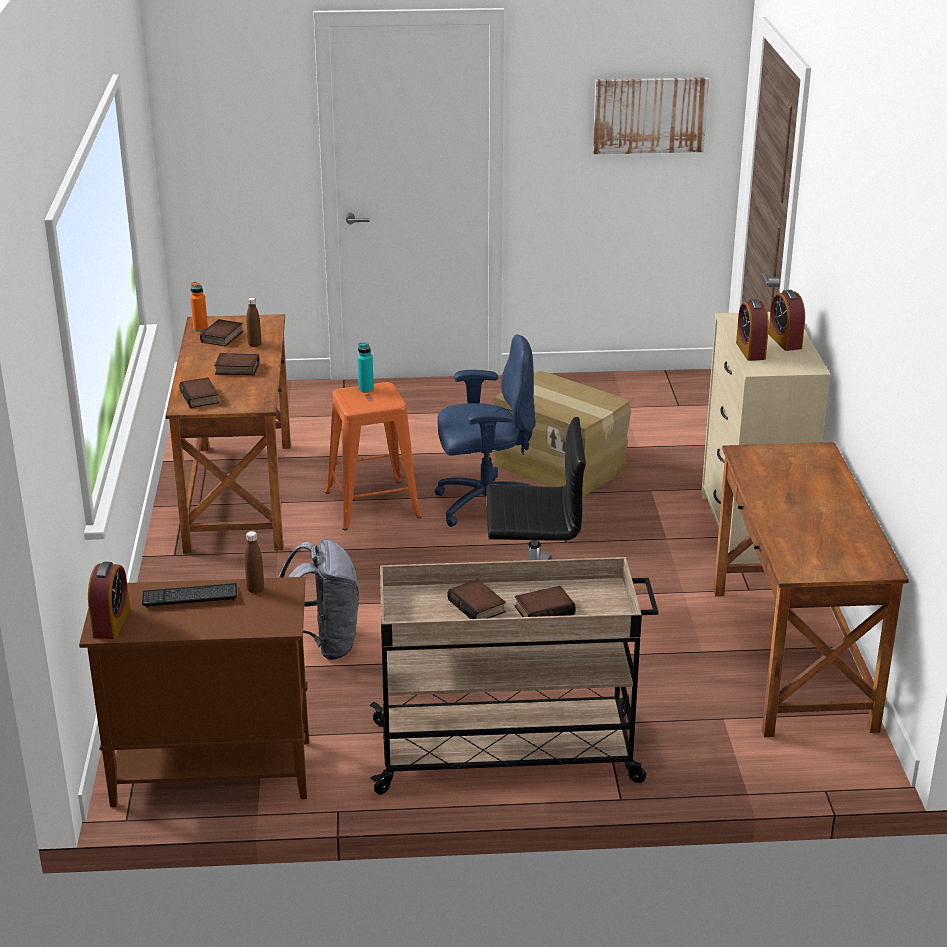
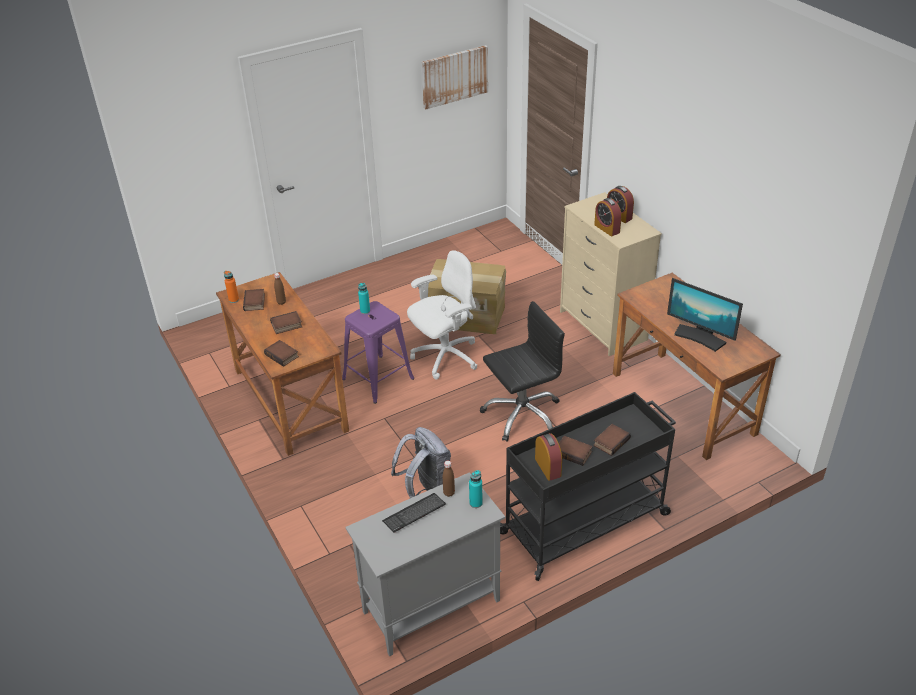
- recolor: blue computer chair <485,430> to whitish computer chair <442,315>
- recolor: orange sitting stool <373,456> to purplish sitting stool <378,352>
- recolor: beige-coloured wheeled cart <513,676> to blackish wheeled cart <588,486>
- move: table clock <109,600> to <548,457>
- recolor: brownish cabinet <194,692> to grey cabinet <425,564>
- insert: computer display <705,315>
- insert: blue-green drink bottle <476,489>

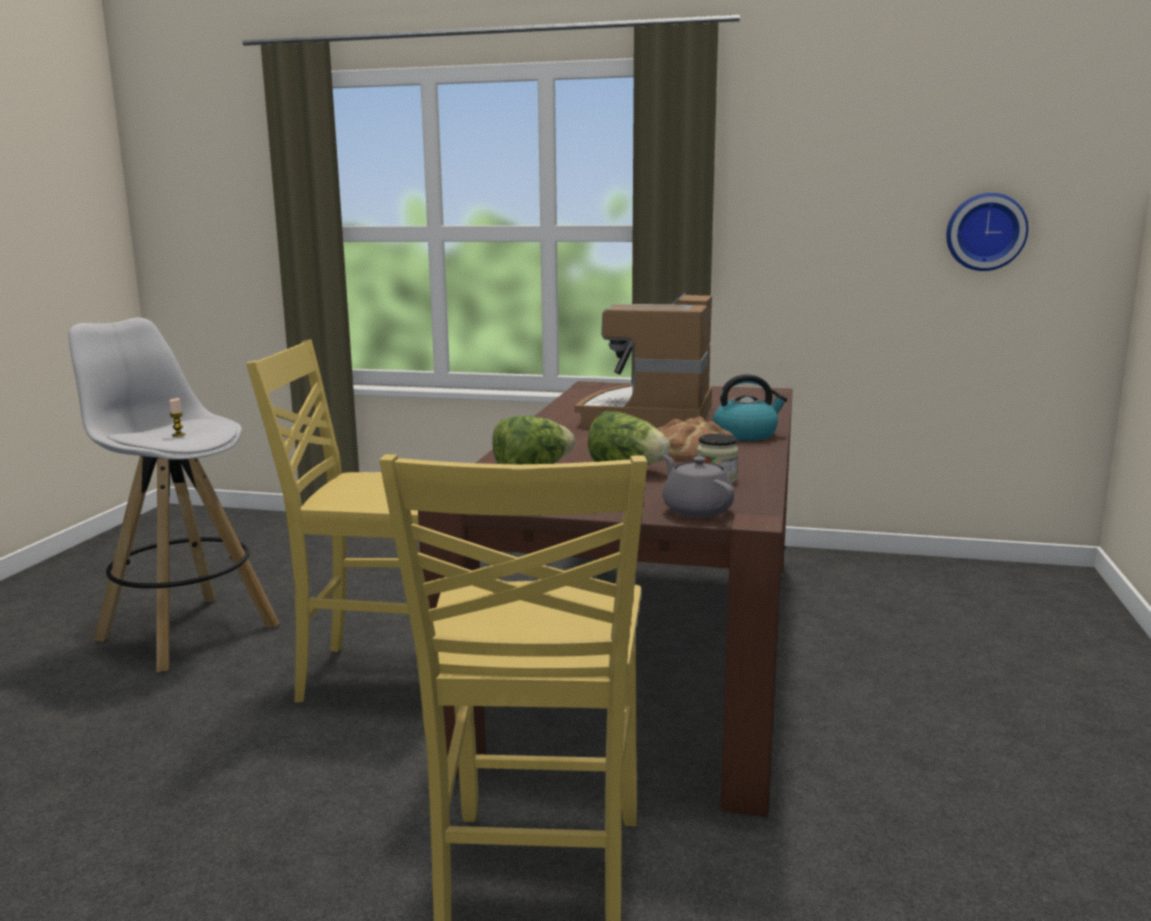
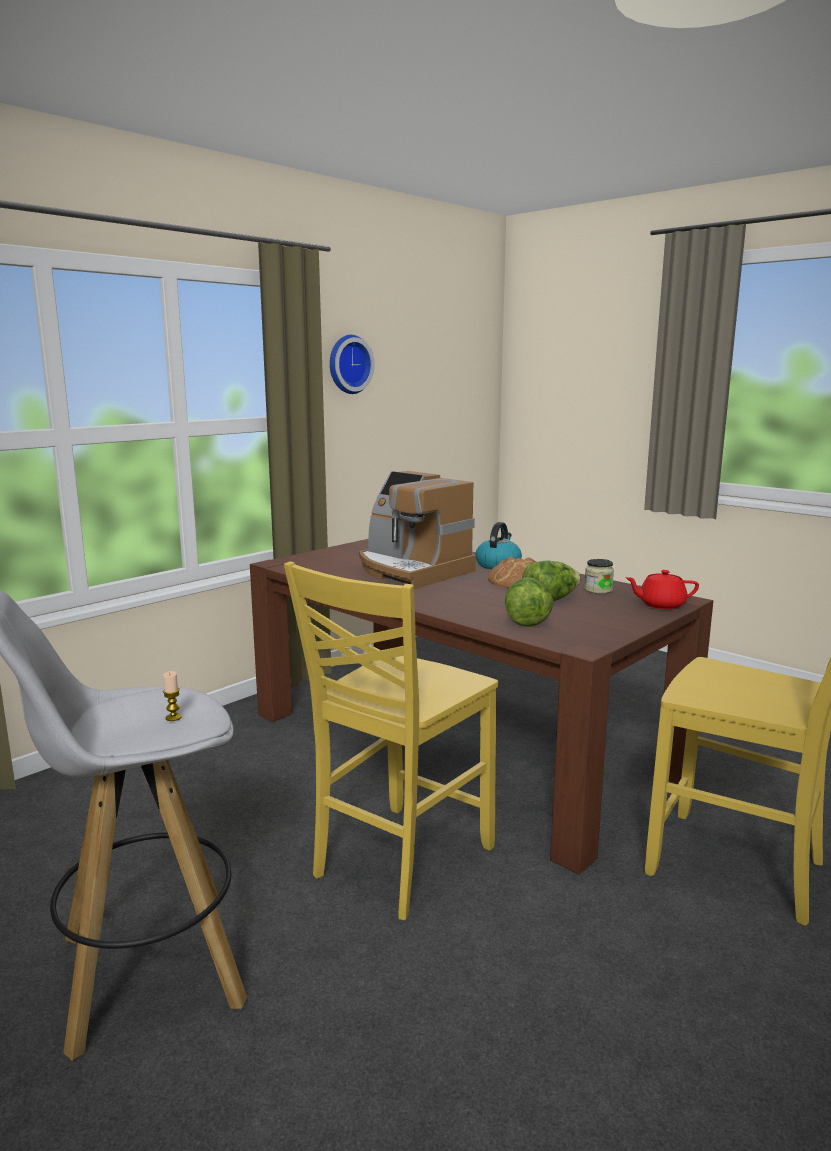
- move: hanging clock <987,232> to <352,364>
- recolor: grey tea pot <698,486> to red-coloured tea pot <662,589>

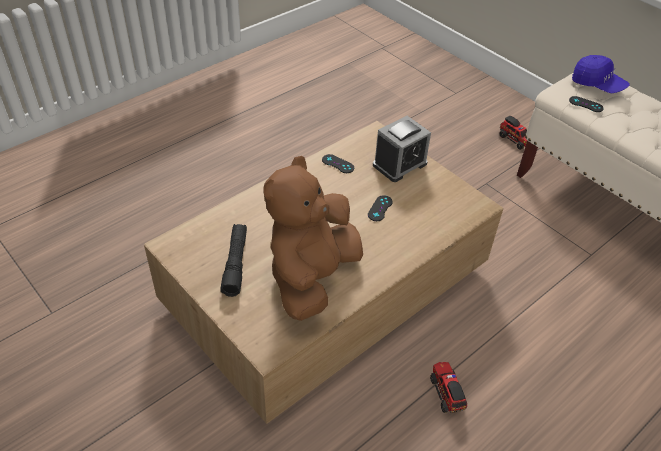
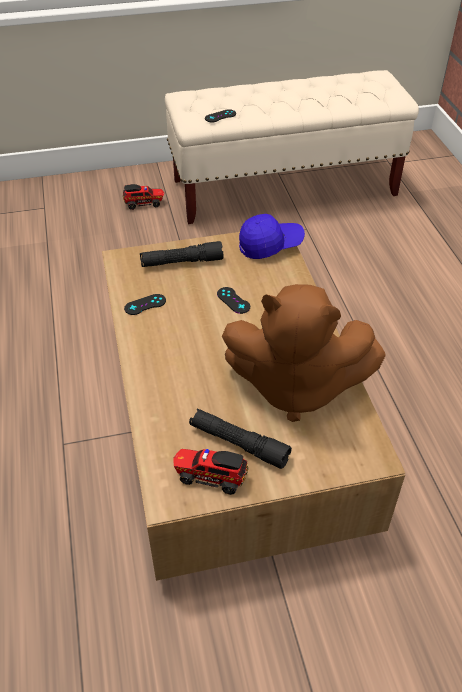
- move: blue cap <601,74> to <272,236>
- replace: table clock <402,149> to blackish torch <181,254>
- rotate: brownish cuddly toy <313,238> = <304,353> 45 degrees counterclockwise
- move: toy lorry <448,387> to <210,472>

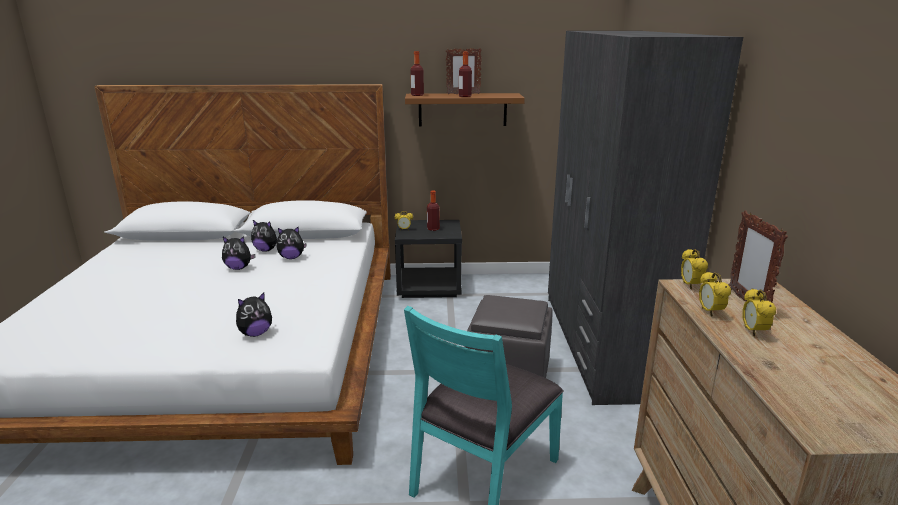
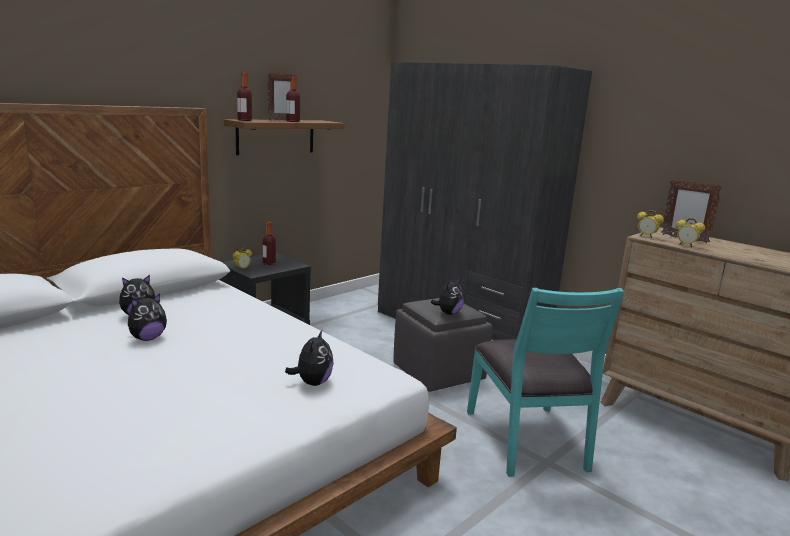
- move: cuddly toy <292,243> to <447,296>
- delete: table clock <759,312>

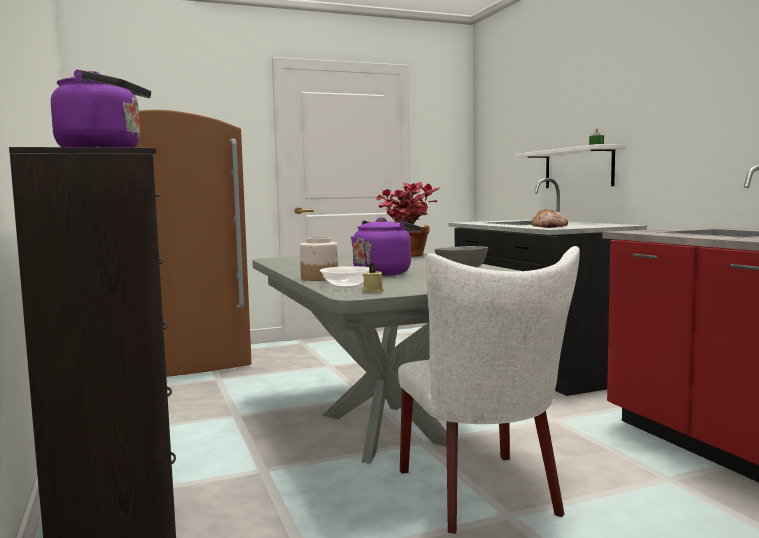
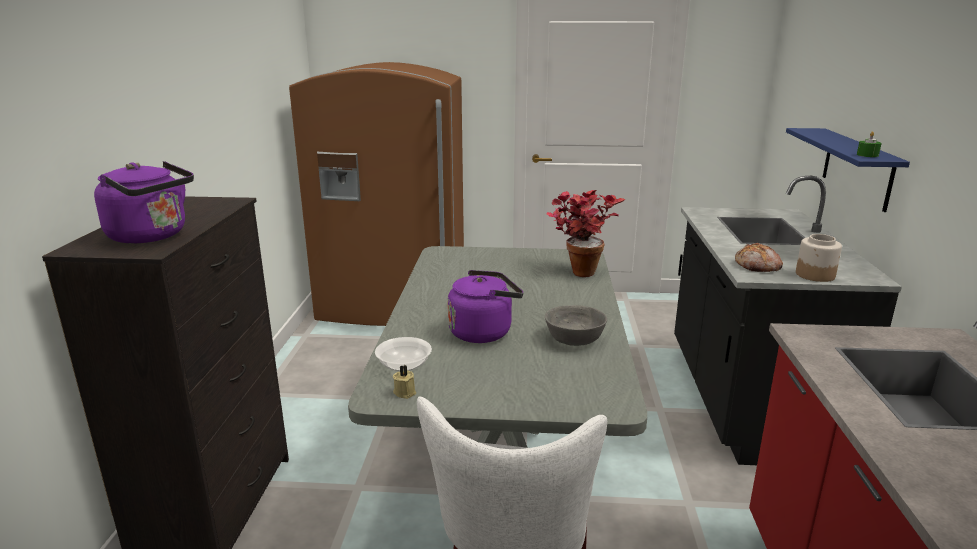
- recolor: whitish shelf <570,166> to blue shelf <848,170>
- move: preserve jar <319,259> to <819,258>

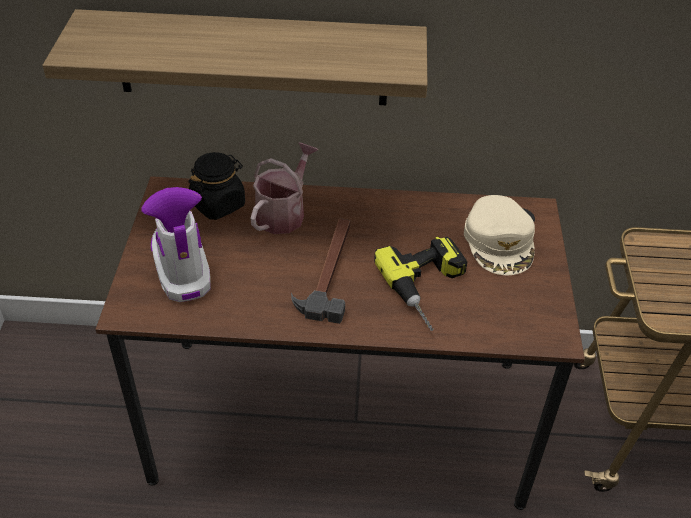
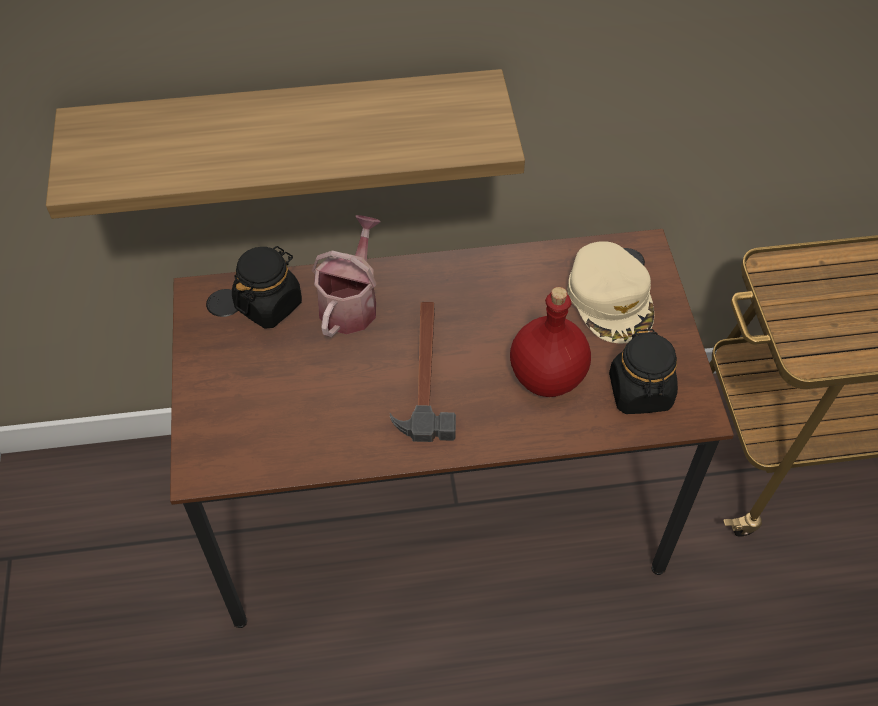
- delete: boot <176,244>
- replace: electric drill <421,284> to red-coloured drink bottle <550,342>
- insert: blackish preserve jar <643,371>

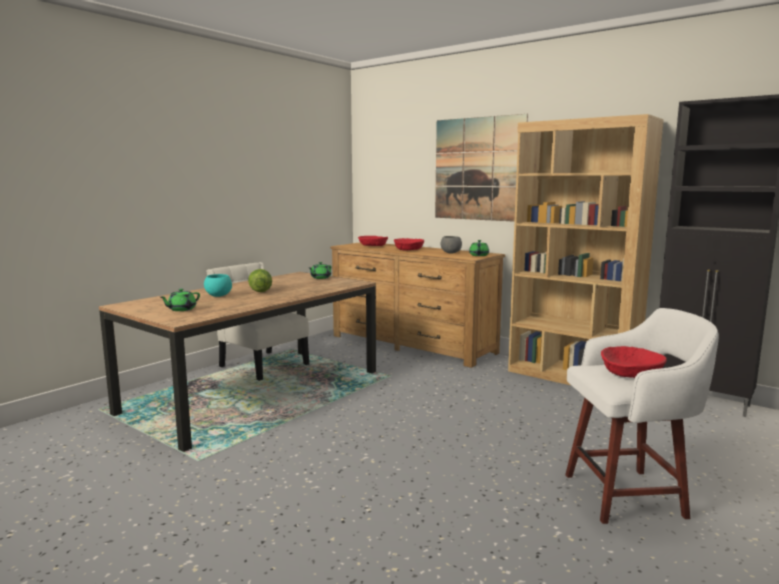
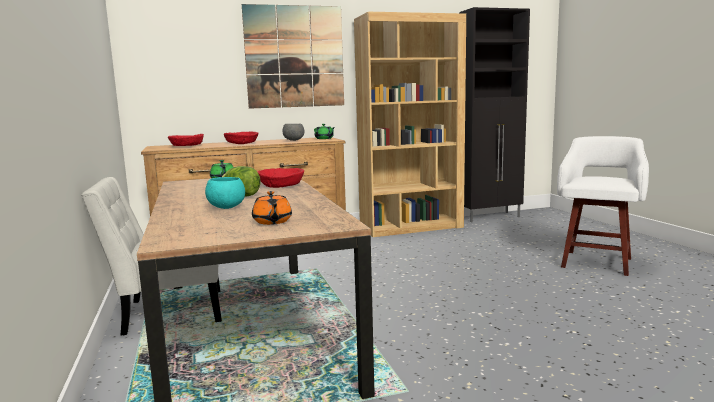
- recolor: green-coloured tea pot <180,300> to orange tea pot <272,208>
- move: red-coloured bowl <634,362> to <281,178>

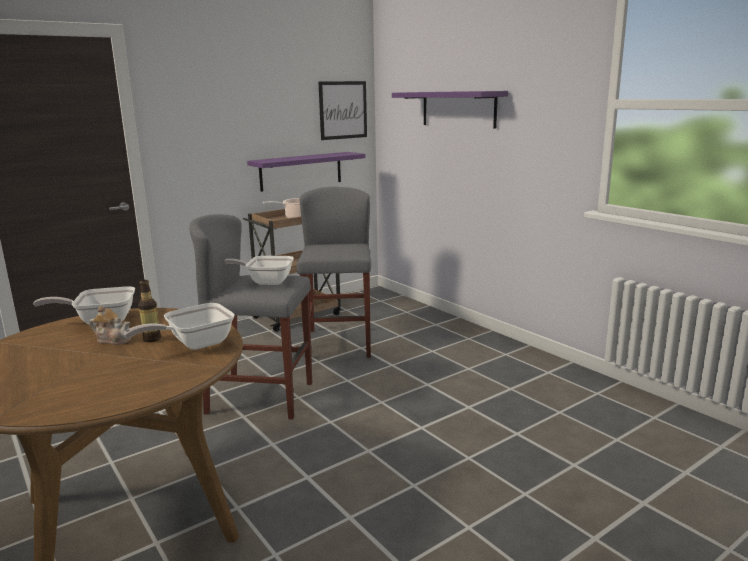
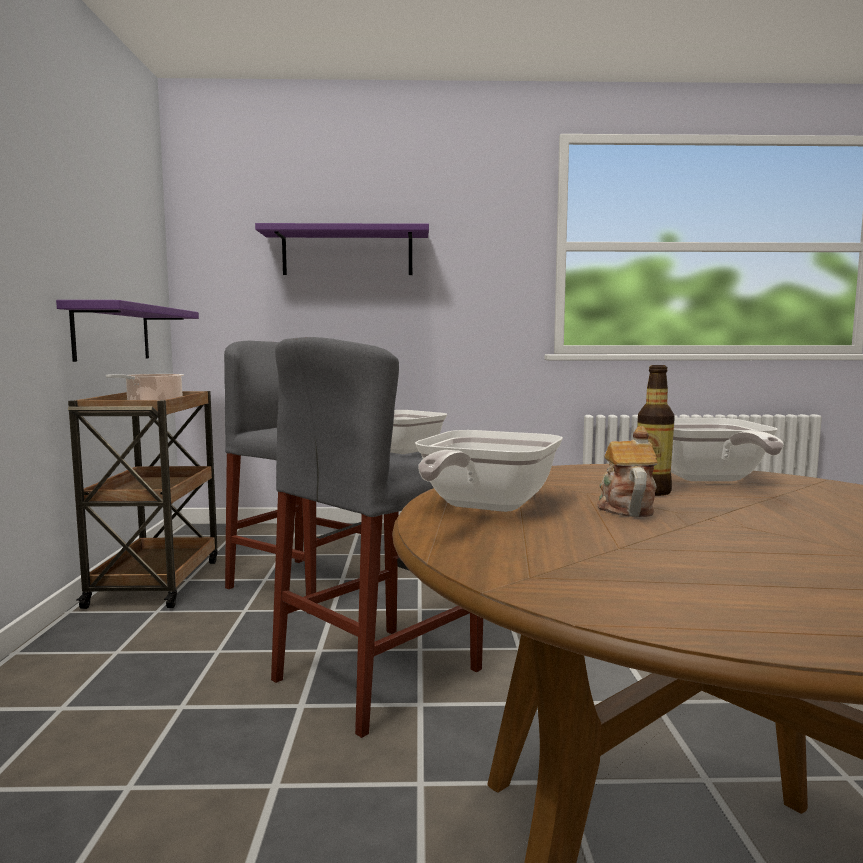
- delete: wall art <342,110>
- rotate: tea pot <110,325> = <627,471> 45 degrees counterclockwise

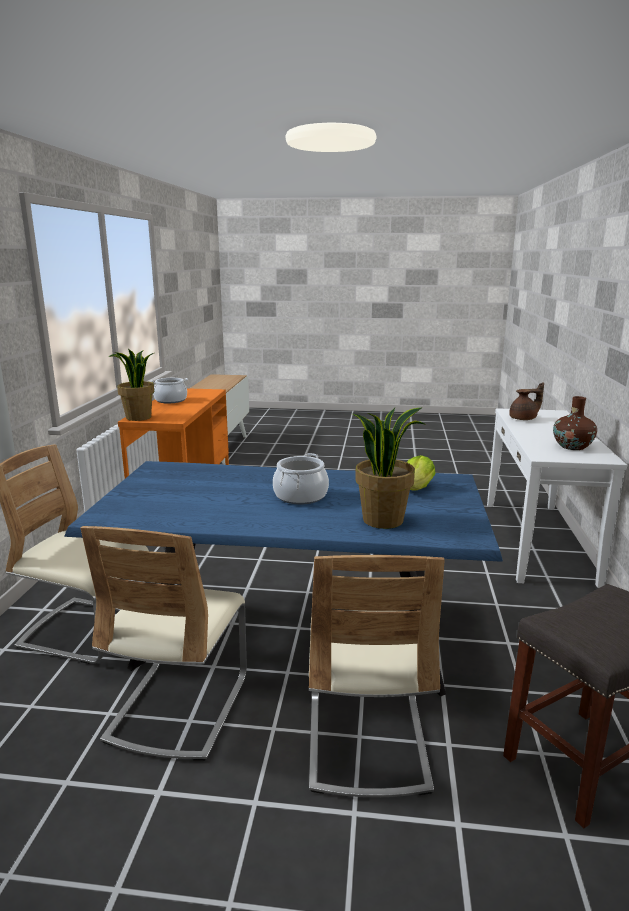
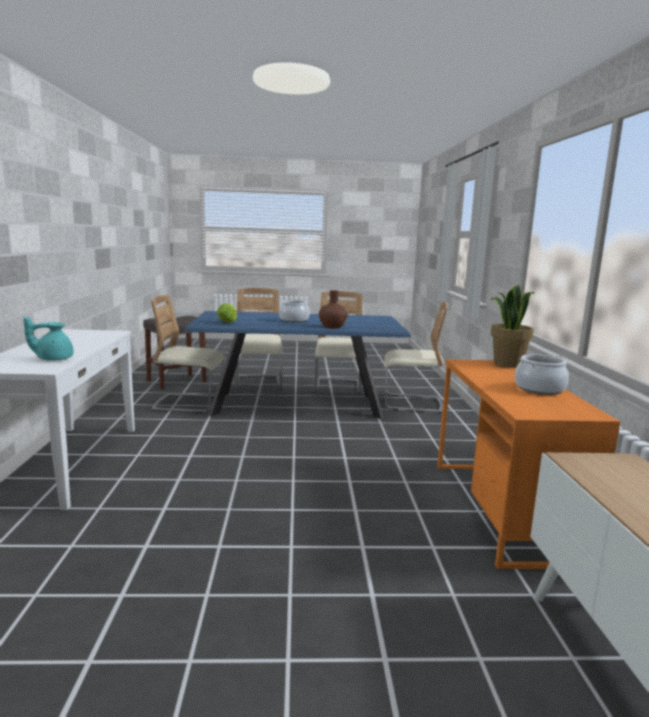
- recolor: brownish tea pot <526,401> to blue-green tea pot <48,339>
- move: brownish vase <575,423> to <333,309>
- delete: potted plant <389,468>
- insert: beige-coloured upright chair <187,354>

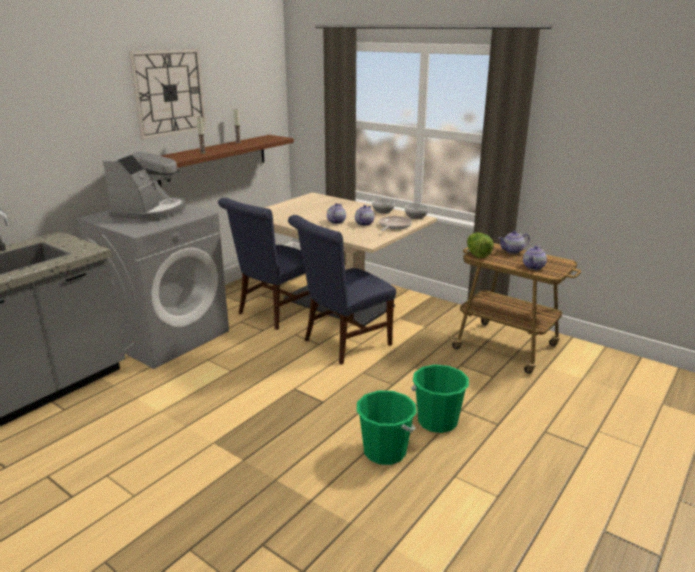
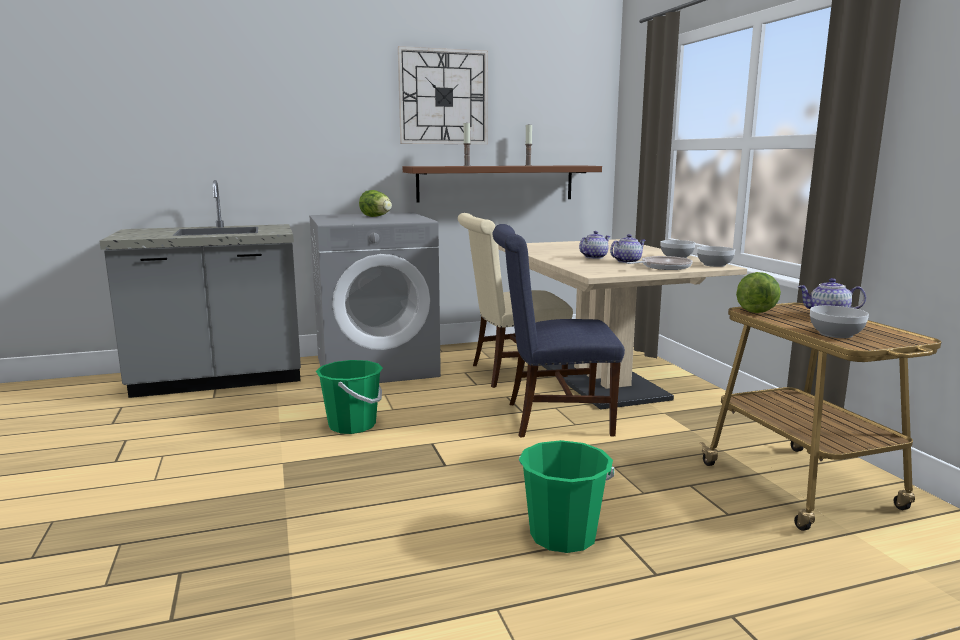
- replace: coffee machine <144,186> to lettuce <375,203>
- recolor: blue upright chair <268,264> to beige-coloured upright chair <515,300>
- replace: tea pot <535,258> to bowl <839,322>
- move: green-coloured bucket <387,428> to <349,397>

